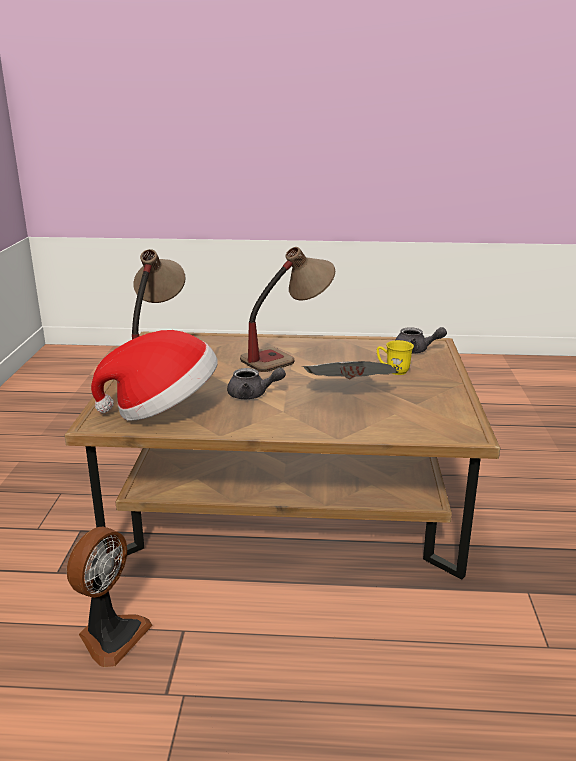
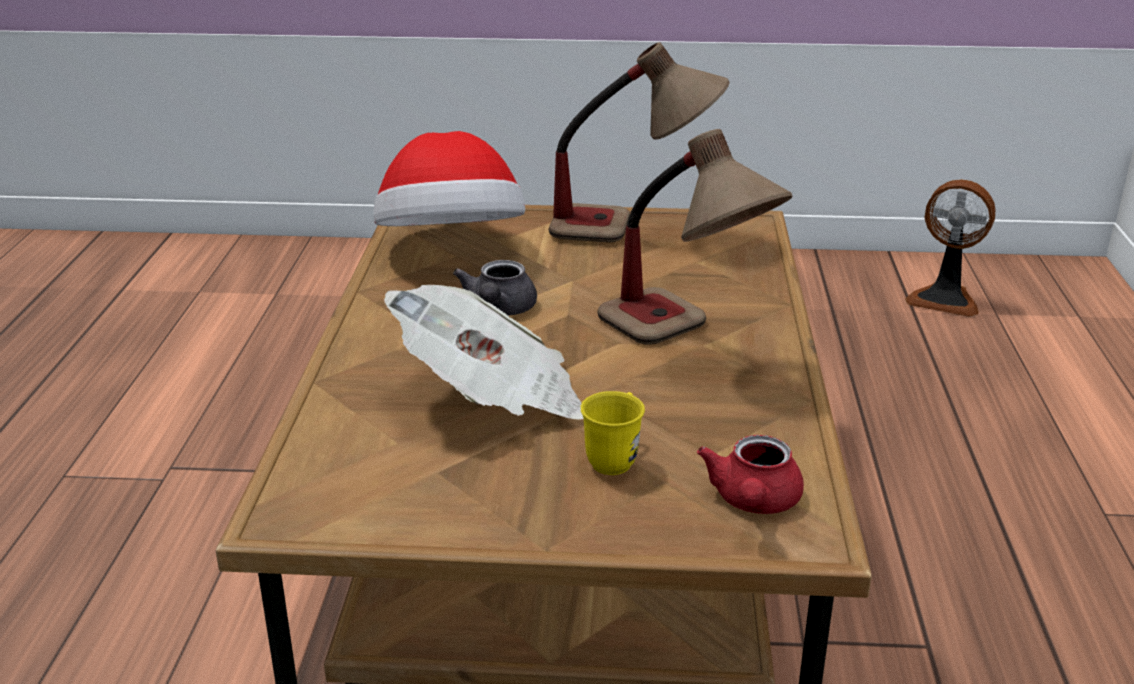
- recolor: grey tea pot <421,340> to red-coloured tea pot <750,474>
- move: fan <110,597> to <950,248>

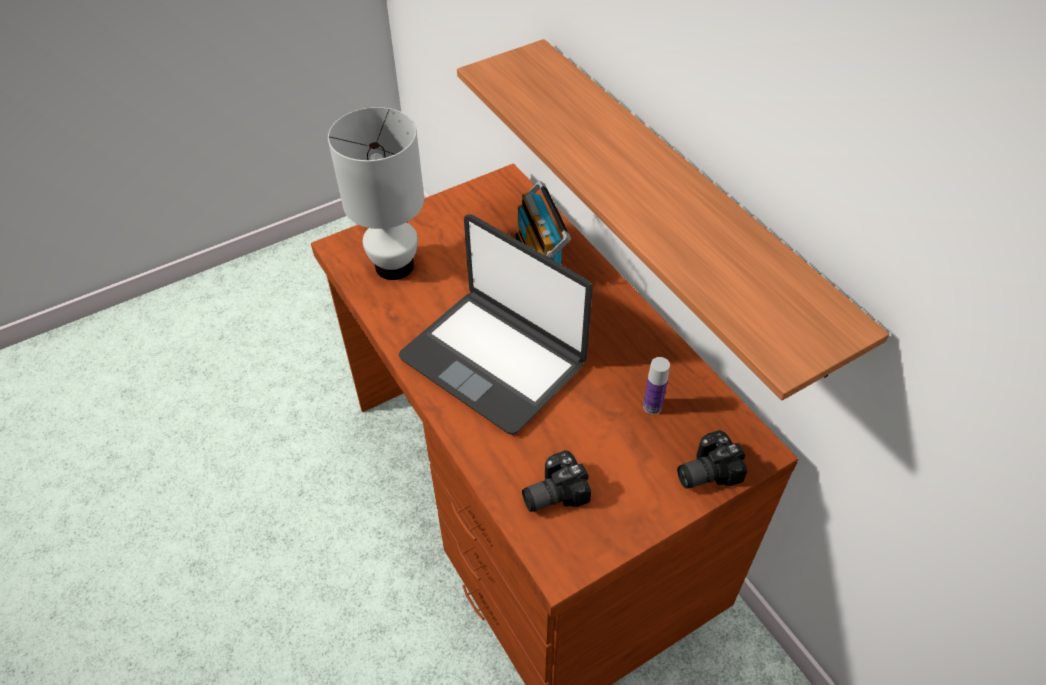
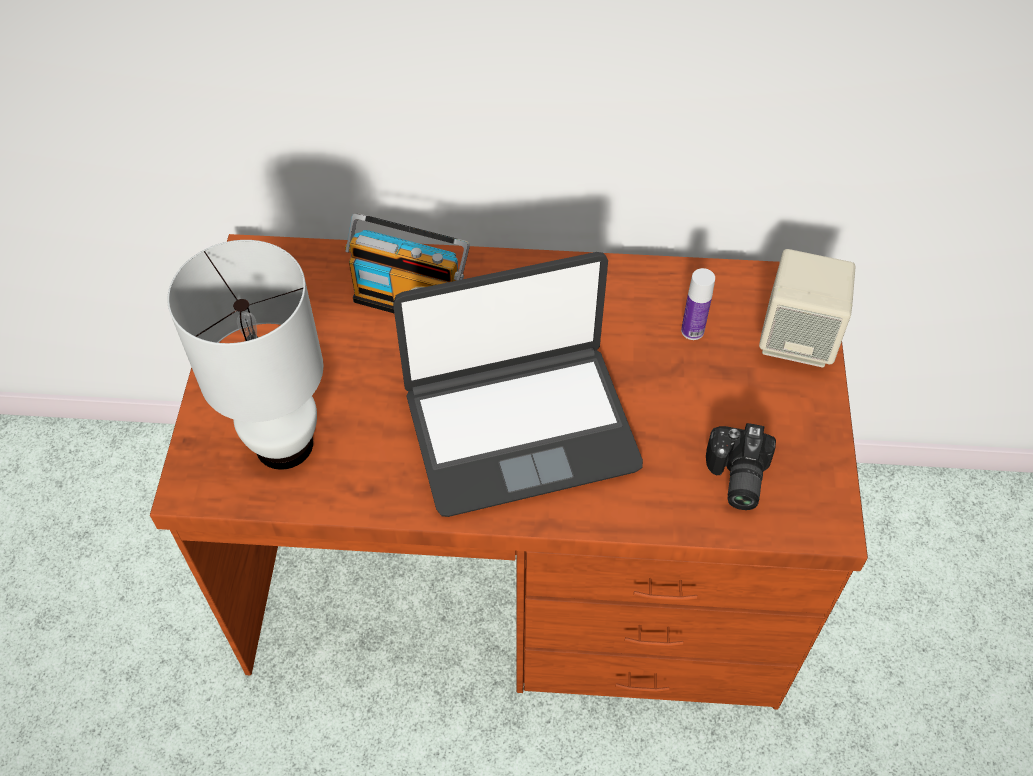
- delete: shelf <673,220>
- replace: still camera <712,459> to beige-coloured loudspeaker <807,308>

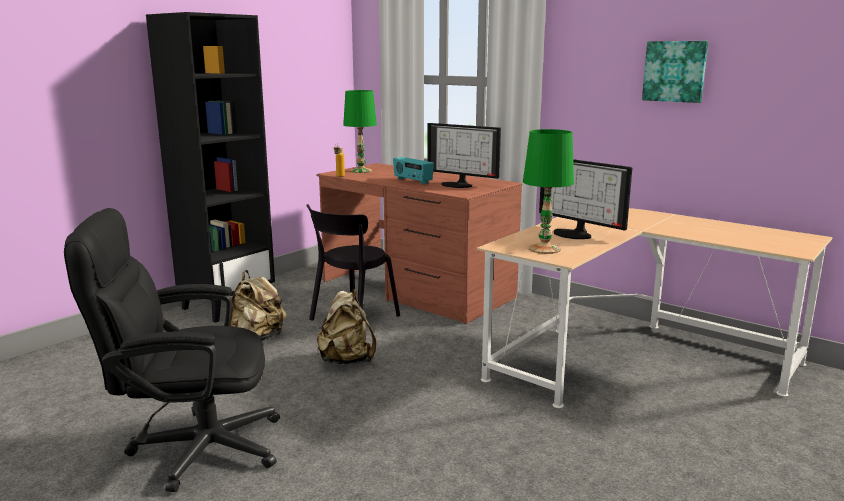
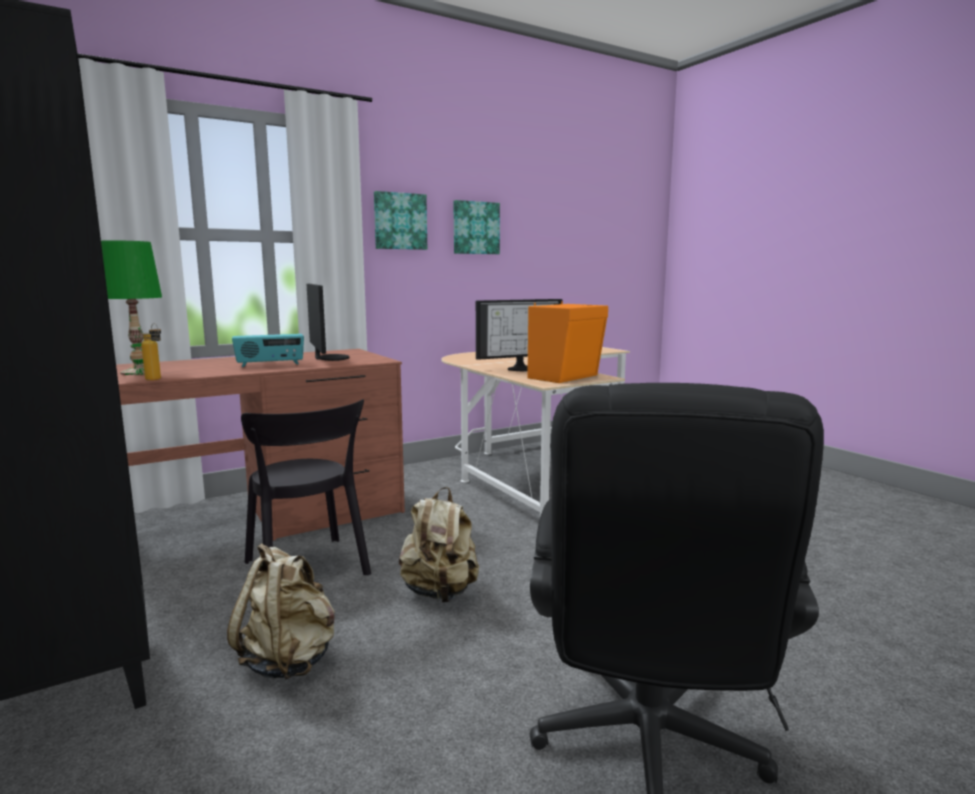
- rotate: computer display <464,155> = <328,322> 75 degrees counterclockwise
- replace: green-coloured tabletop lamp <548,191> to orange loudspeaker <567,342>
- insert: wall art <400,220>

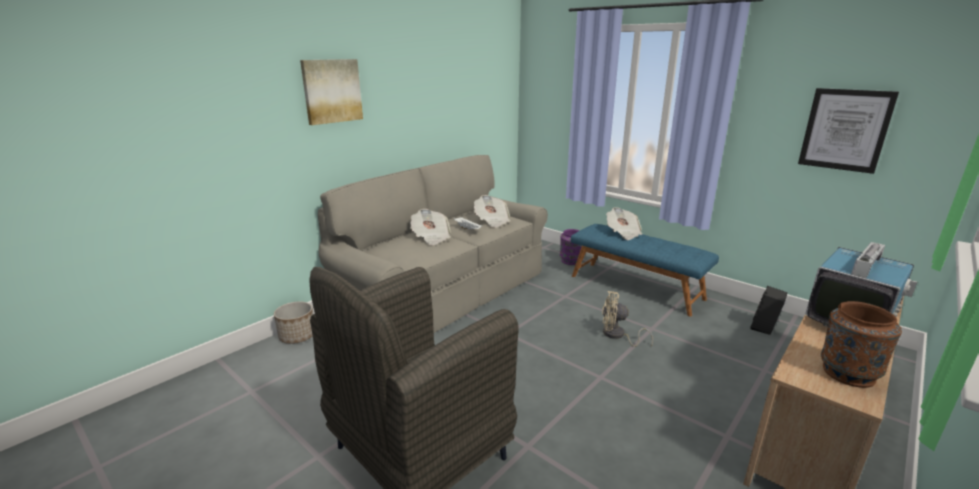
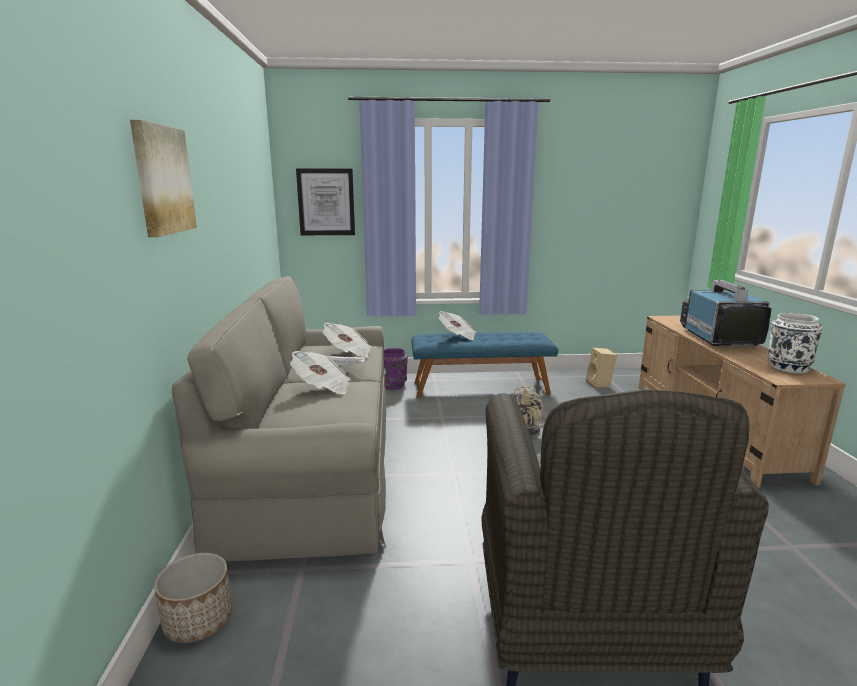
- move: wall art <848,131> to <325,201>
- recolor: blackish loudspeaker <769,310> to beige-coloured loudspeaker <601,368>
- recolor: brownish vase <861,344> to whitish vase <795,343>

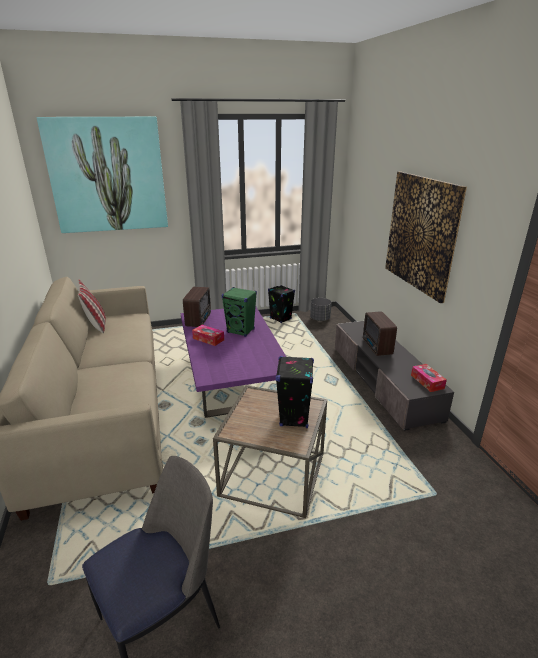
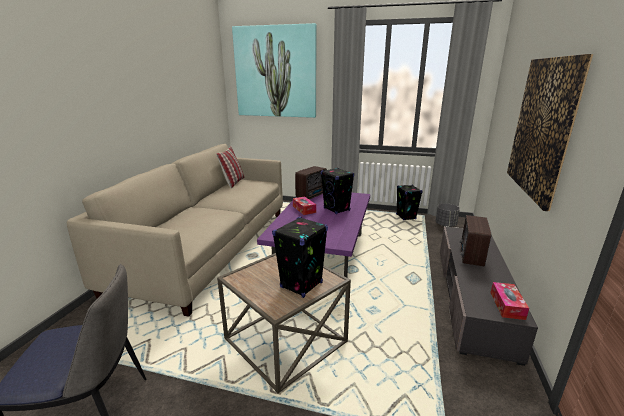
- recolor: green-coloured loudspeaker <239,312> to blackish loudspeaker <337,191>

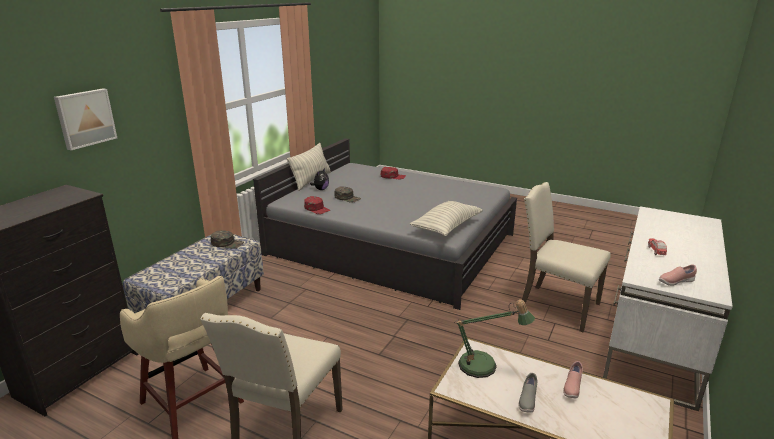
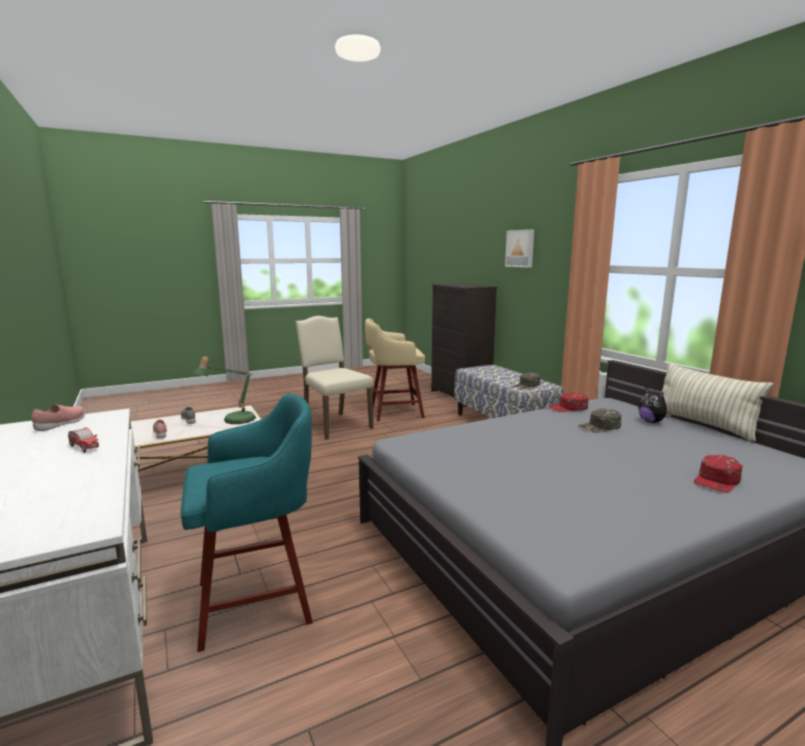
- replace: beige-coloured upright chair <566,257> to blue-green sitting stool <247,523>
- delete: cushion <446,218>

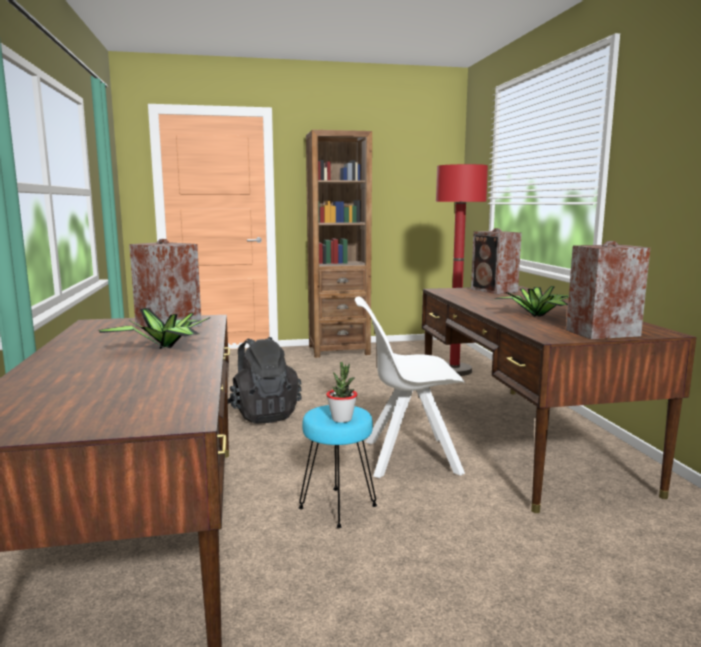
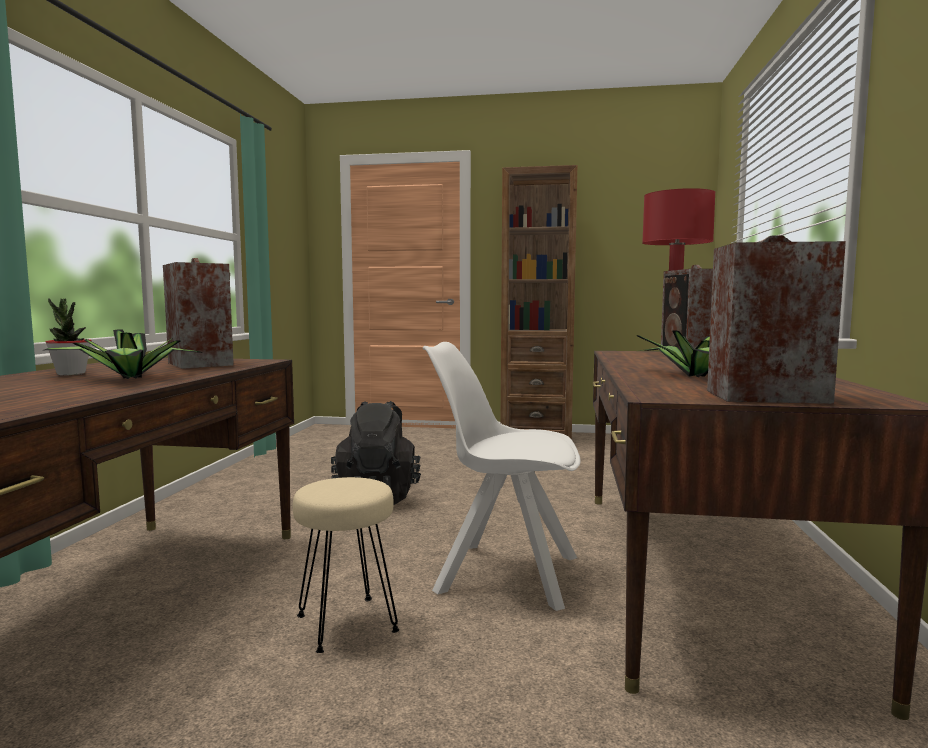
- move: potted plant <342,392> to <69,336>
- recolor: blue-green sitting stool <337,466> to beige-coloured sitting stool <346,565>

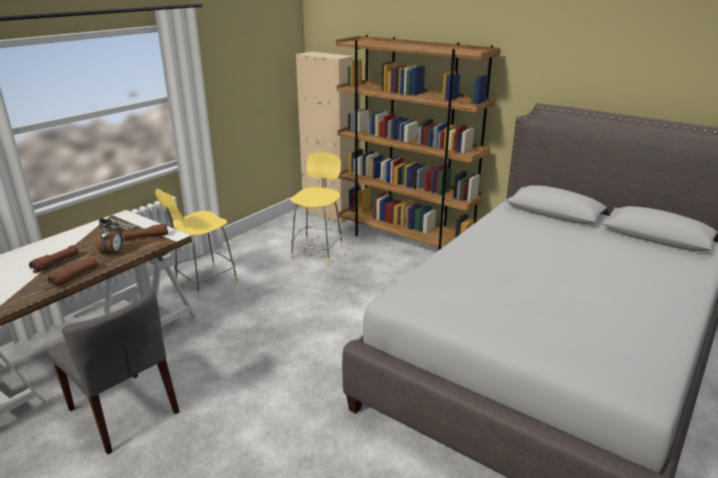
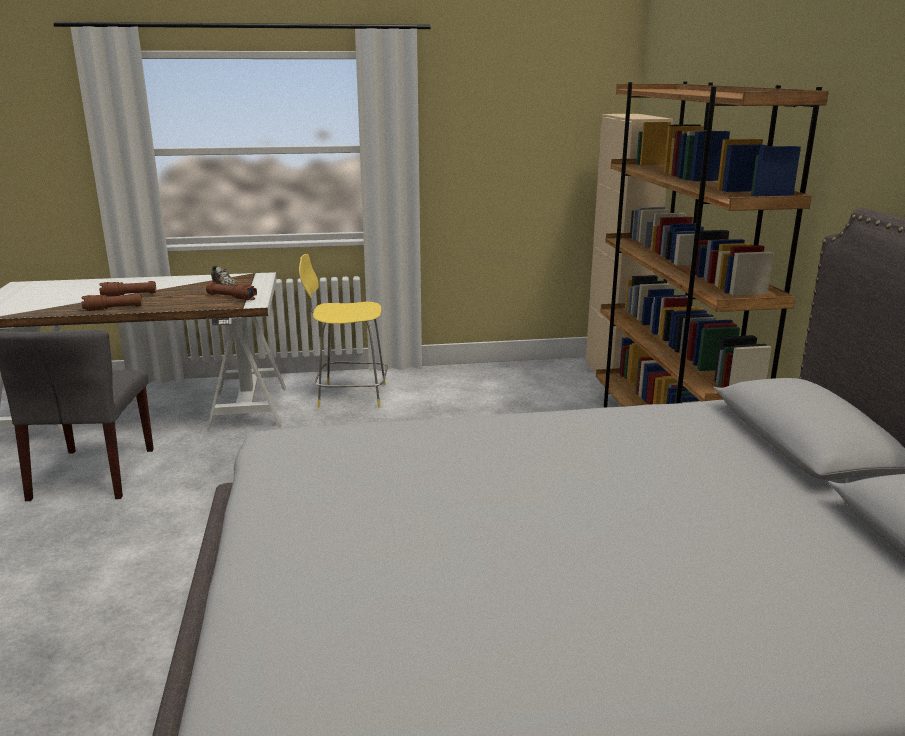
- delete: yellow sitting stool <316,207>
- delete: table clock <109,238>

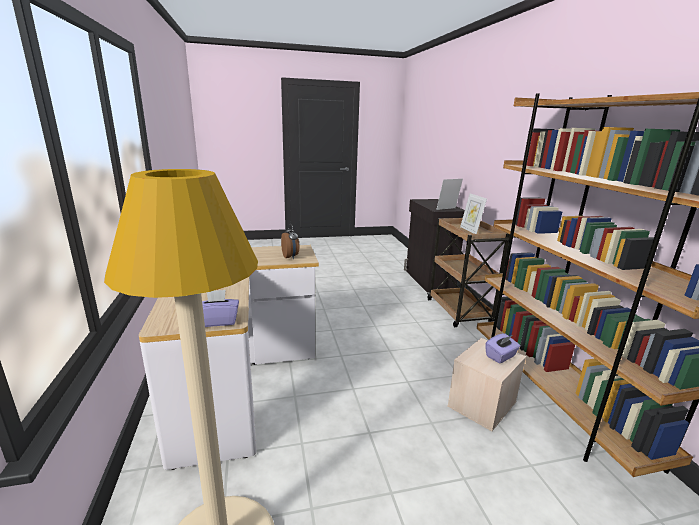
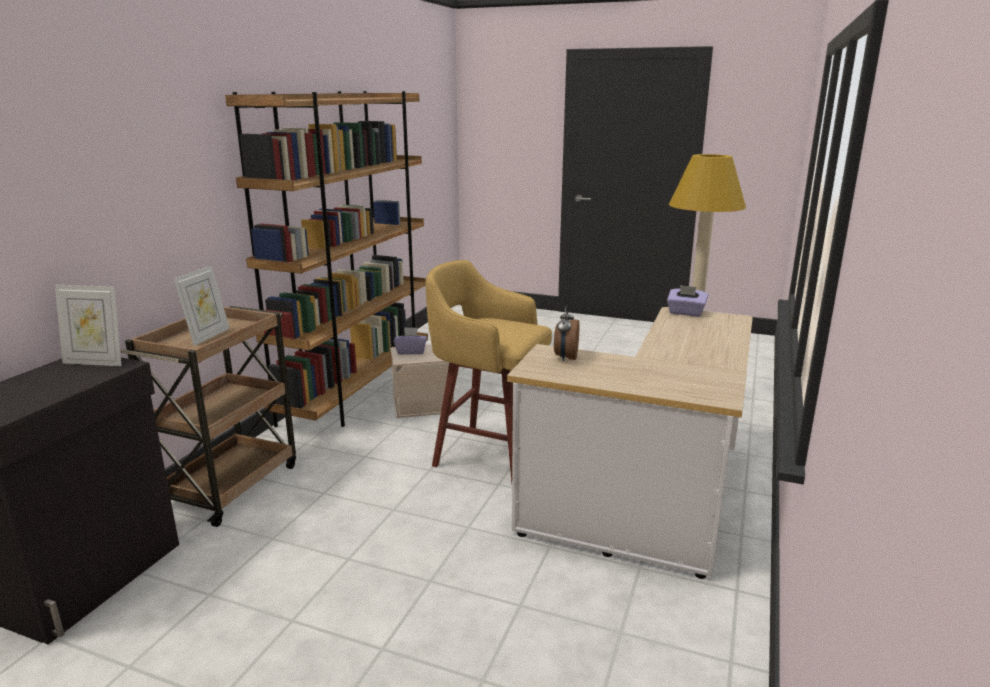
- insert: yellow sitting stool <488,371>

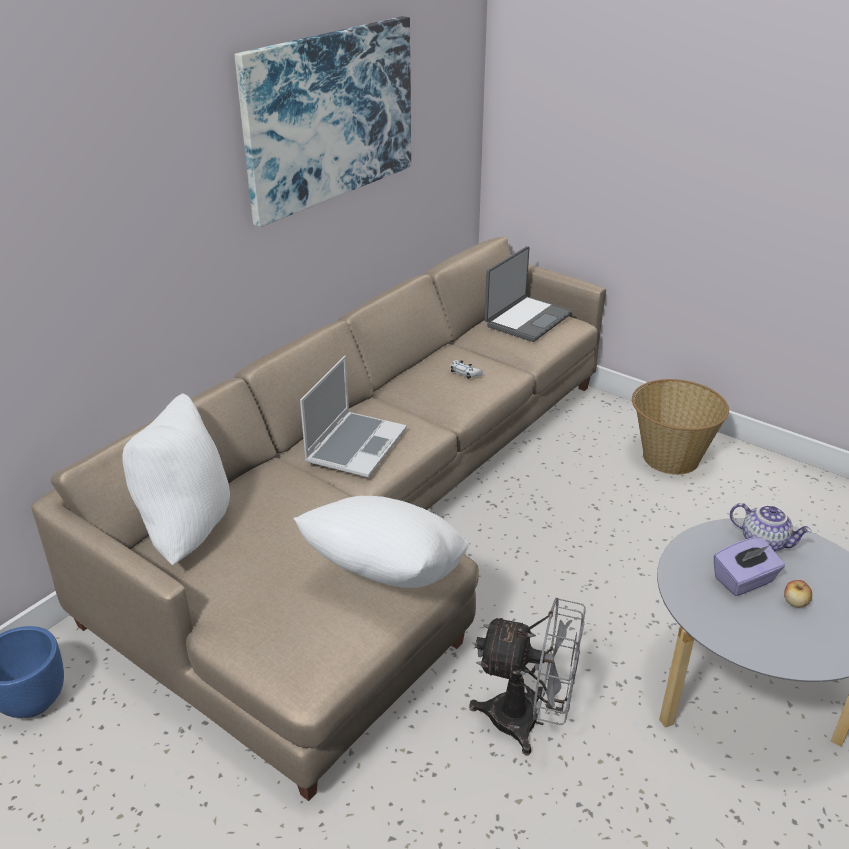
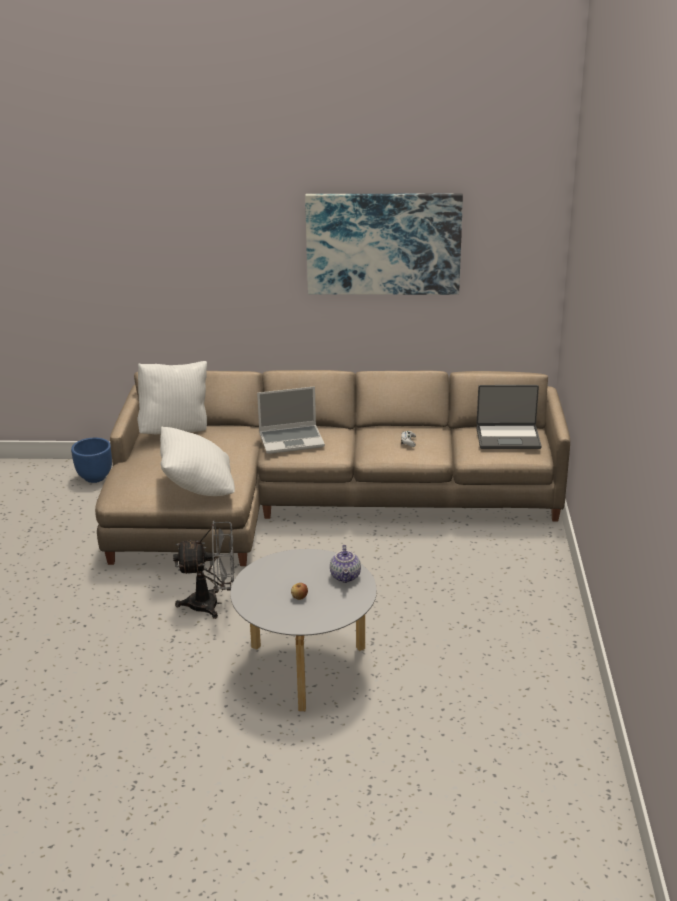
- delete: basket <680,427>
- delete: purplish box of tissues <749,566>
- rotate: grey fan <527,676> = <203,569> 75 degrees counterclockwise

